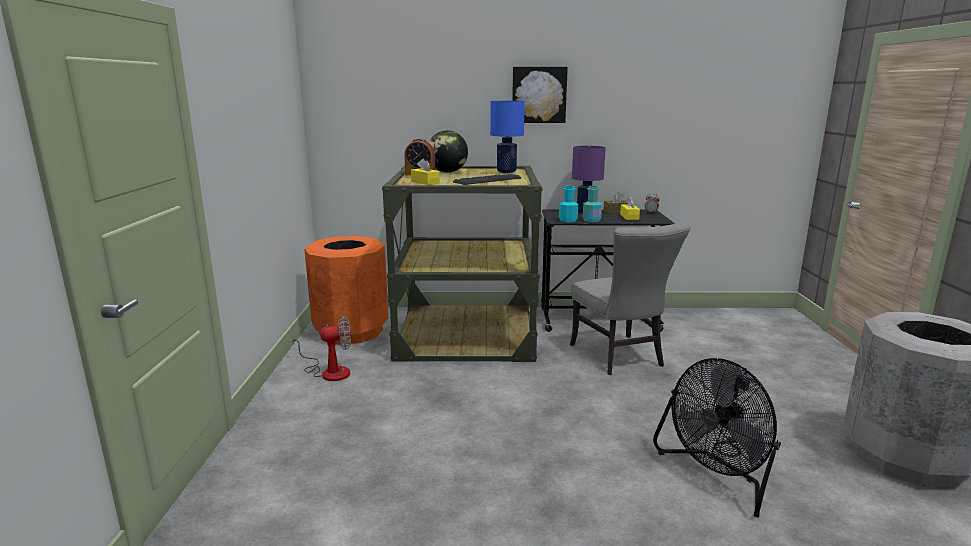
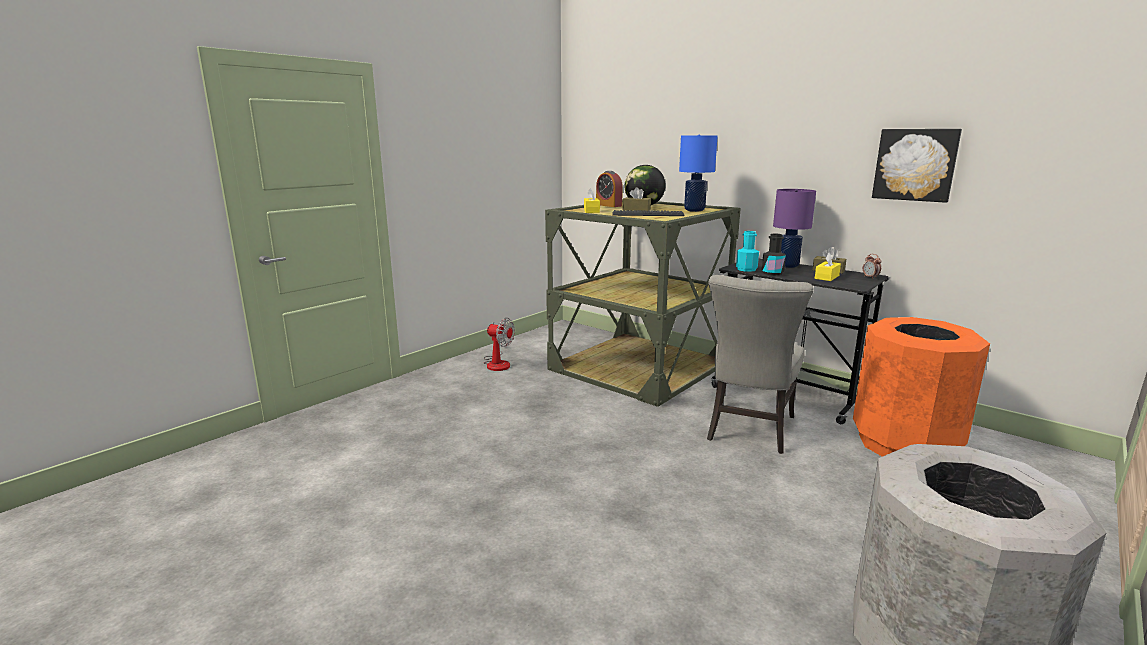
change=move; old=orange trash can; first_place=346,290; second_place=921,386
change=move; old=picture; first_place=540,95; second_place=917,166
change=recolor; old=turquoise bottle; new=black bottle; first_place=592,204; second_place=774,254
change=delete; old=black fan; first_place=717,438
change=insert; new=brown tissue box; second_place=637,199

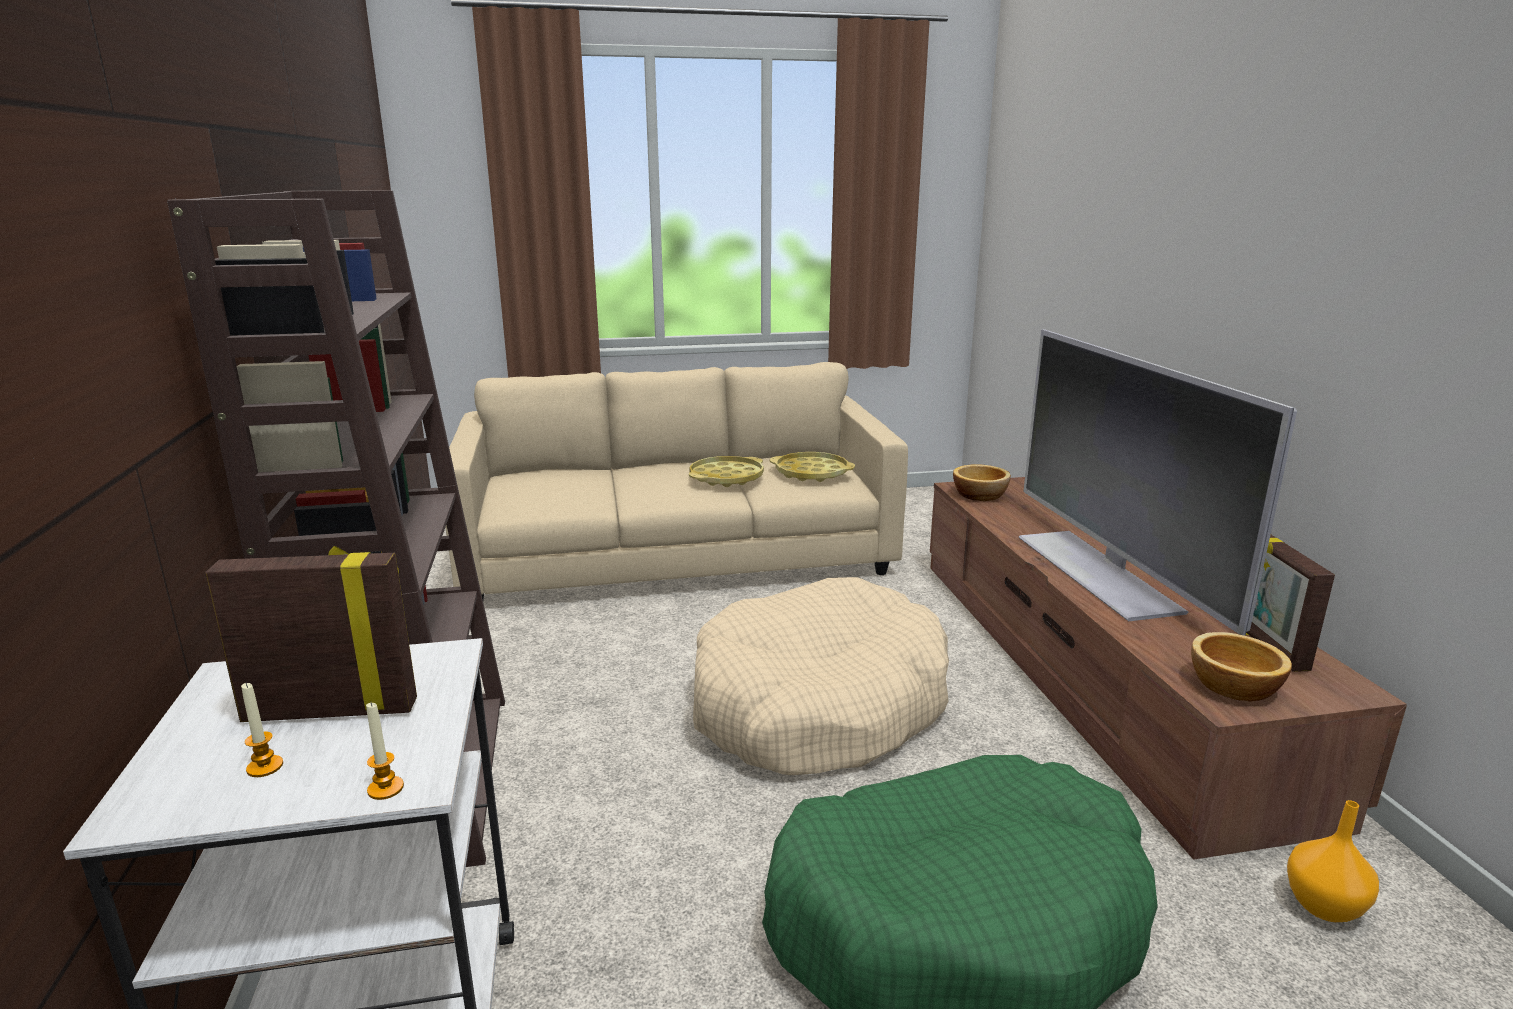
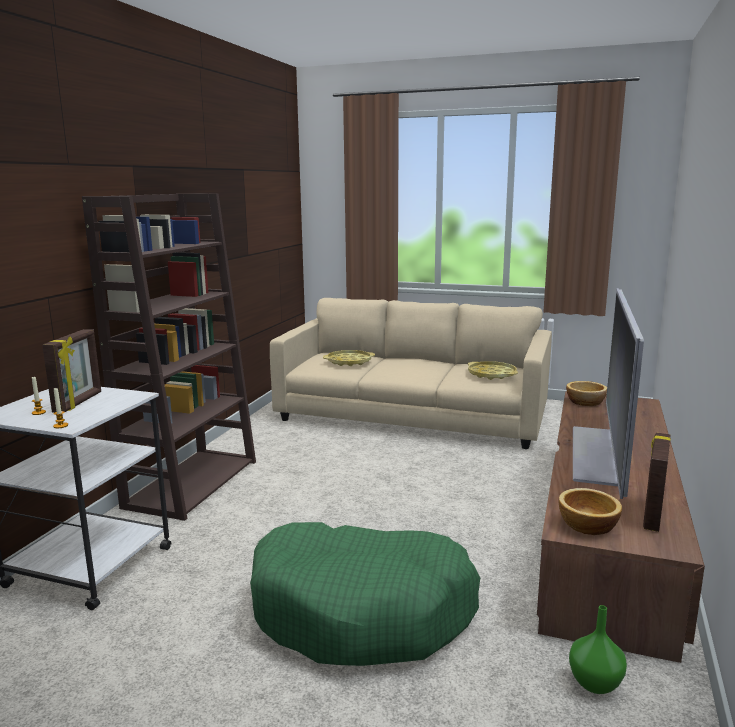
change=rotate; old=picture frame; first_place=311,634; second_place=71,371; degrees=75
change=move; old=yellow tray; first_place=726,471; second_place=349,358
change=delete; old=beige dog bed; first_place=821,676
change=recolor; old=orange vase; new=green vase; first_place=1333,861; second_place=598,649

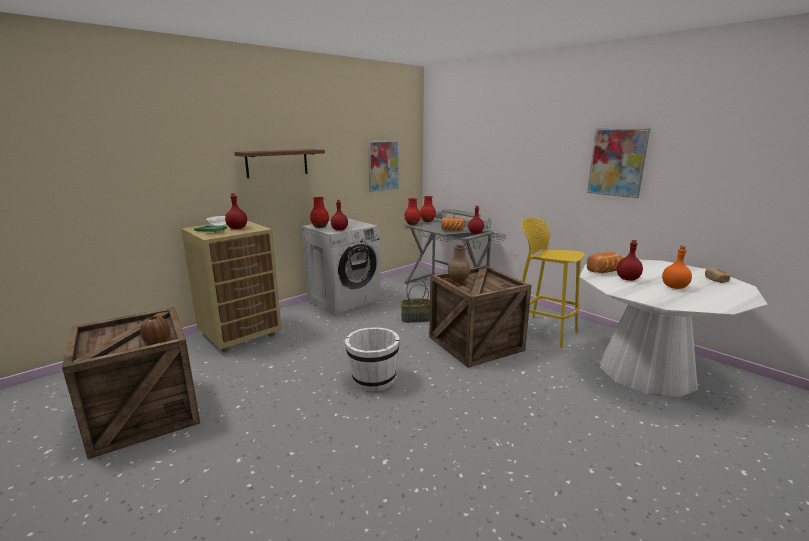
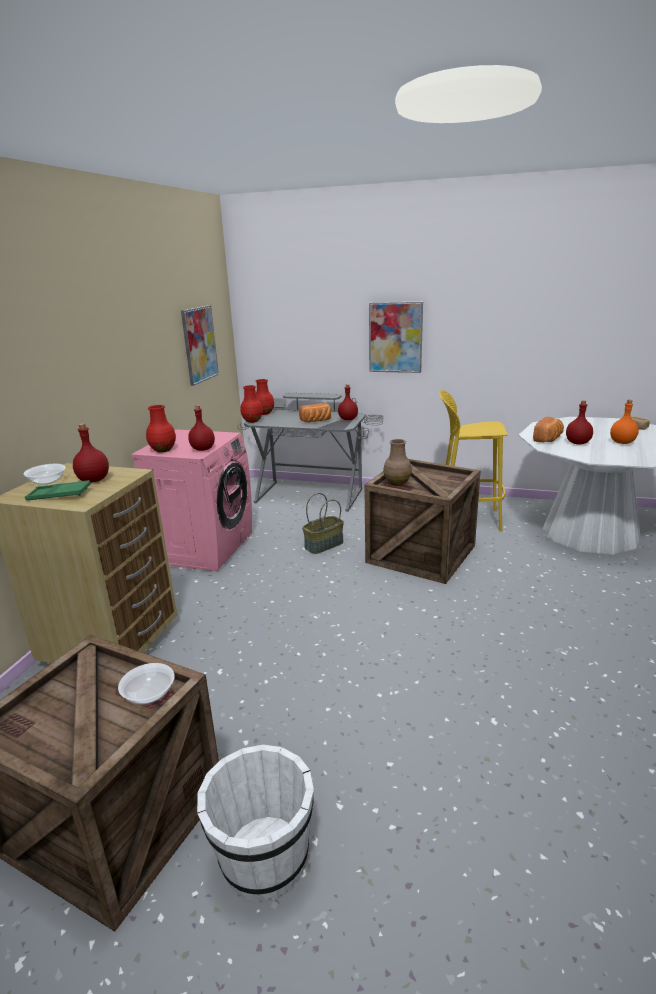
change=replace; old=brown vase; new=bowl; first_place=155,330; second_place=146,684
change=delete; old=brown shelf; first_place=280,163
change=recolor; old=white washing machine; new=pink washing machine; first_place=341,266; second_place=191,500
change=move; old=white bucket; first_place=372,359; second_place=255,822
change=move; old=picture; first_place=618,163; second_place=396,337

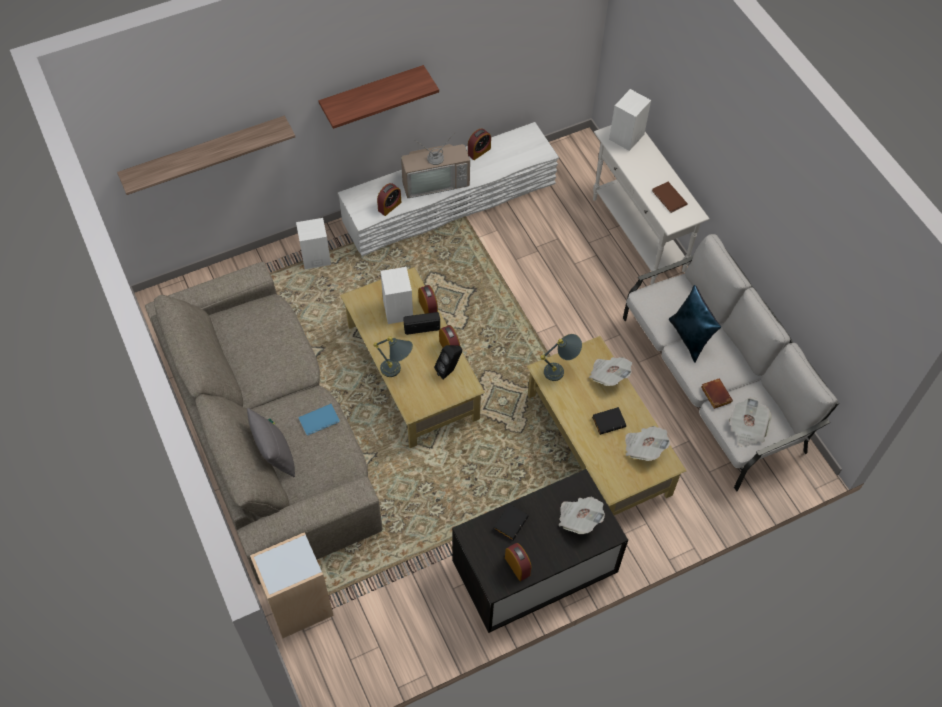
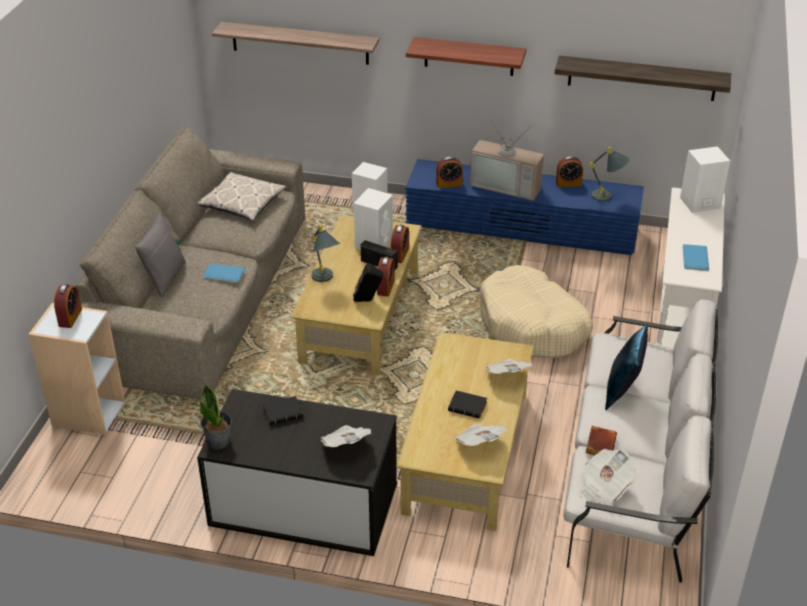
change=recolor; old=white tv stand; new=blue tv stand; first_place=448,189; second_place=524,207
change=move; old=alarm clock; first_place=518,562; second_place=68,306
change=move; old=grey table lamp; first_place=561,357; second_place=609,174
change=recolor; old=brown book; new=blue book; first_place=670,197; second_place=696,257
change=insert; new=pillow; second_place=242,196
change=insert; new=potted plant; second_place=216,417
change=insert; new=beige dog bed; second_place=536,311
change=insert; new=shelf; second_place=643,78

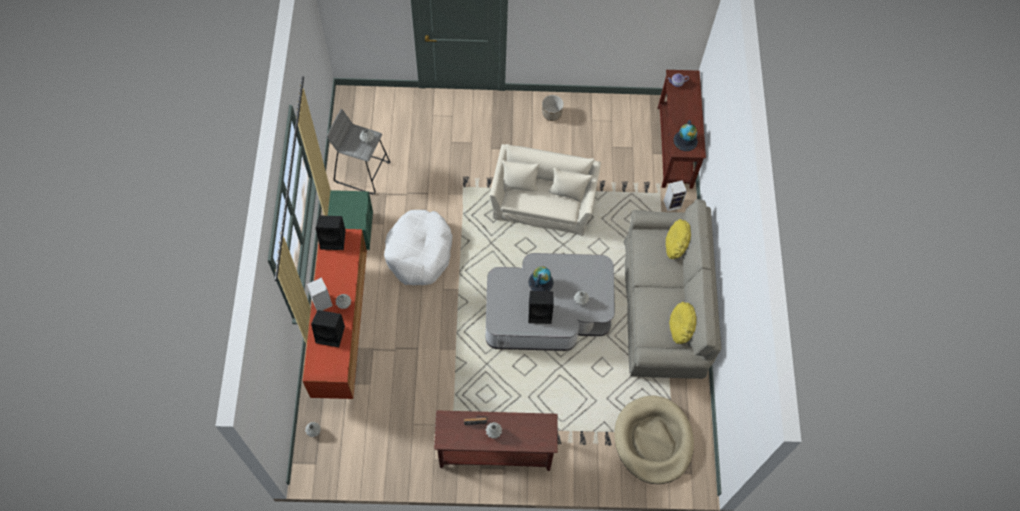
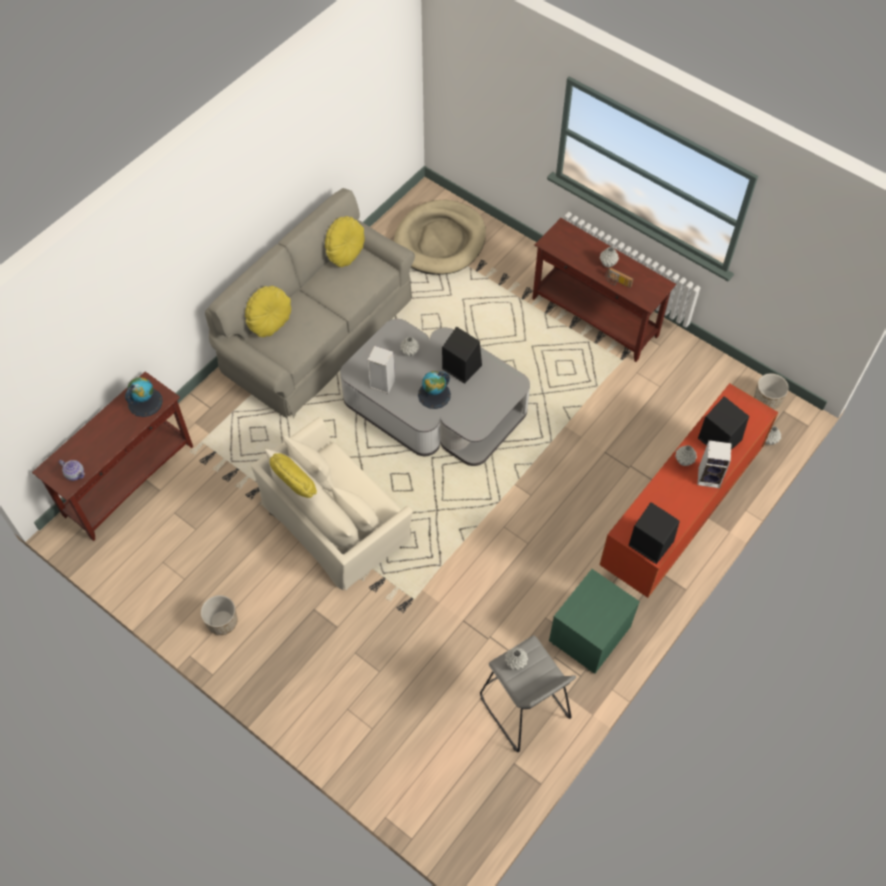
change=delete; old=white dog bed; first_place=418,247
change=move; old=speaker; first_place=675,195; second_place=381,370
change=insert; new=yellow pillow; second_place=293,475
change=insert; new=planter; second_place=771,391

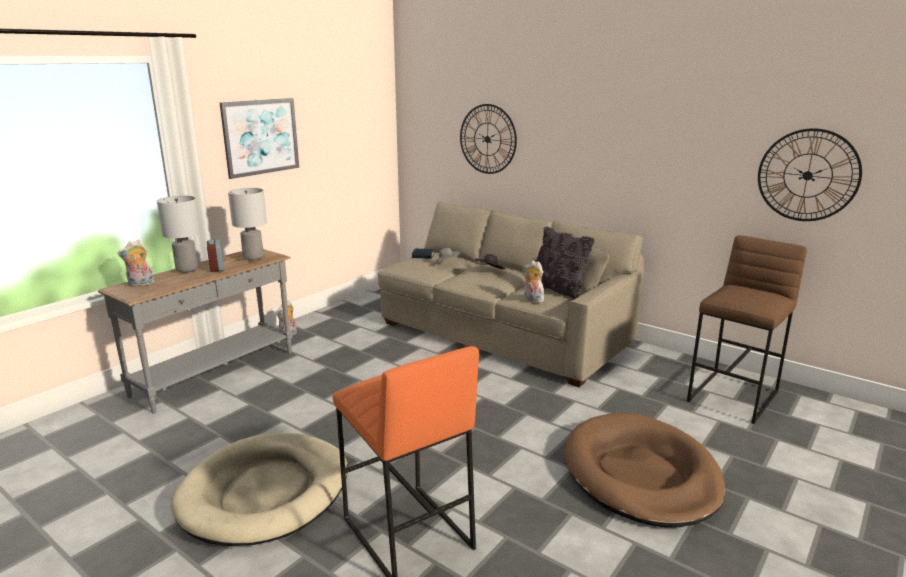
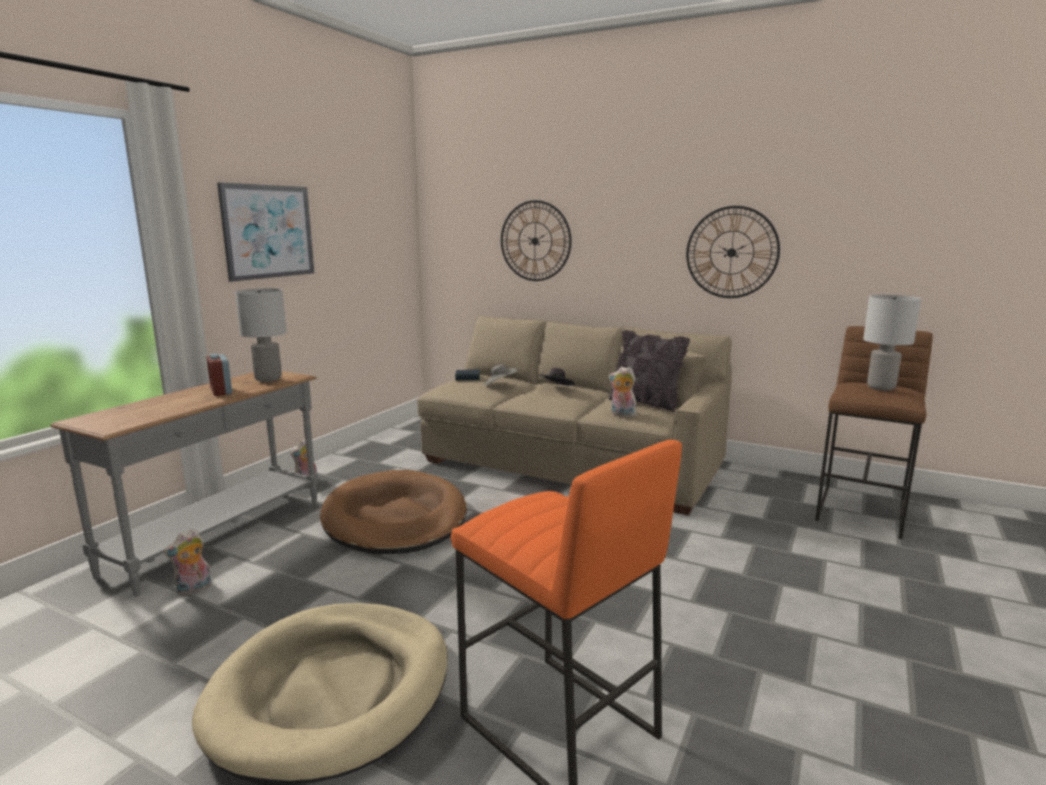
change=move; old=plush toy; first_place=136,263; second_place=187,562
change=move; old=grey table lamp; first_place=178,234; second_place=892,343
change=move; old=brown dog bed; first_place=644,470; second_place=393,512
change=move; old=wall clock; first_place=810,174; second_place=733,252

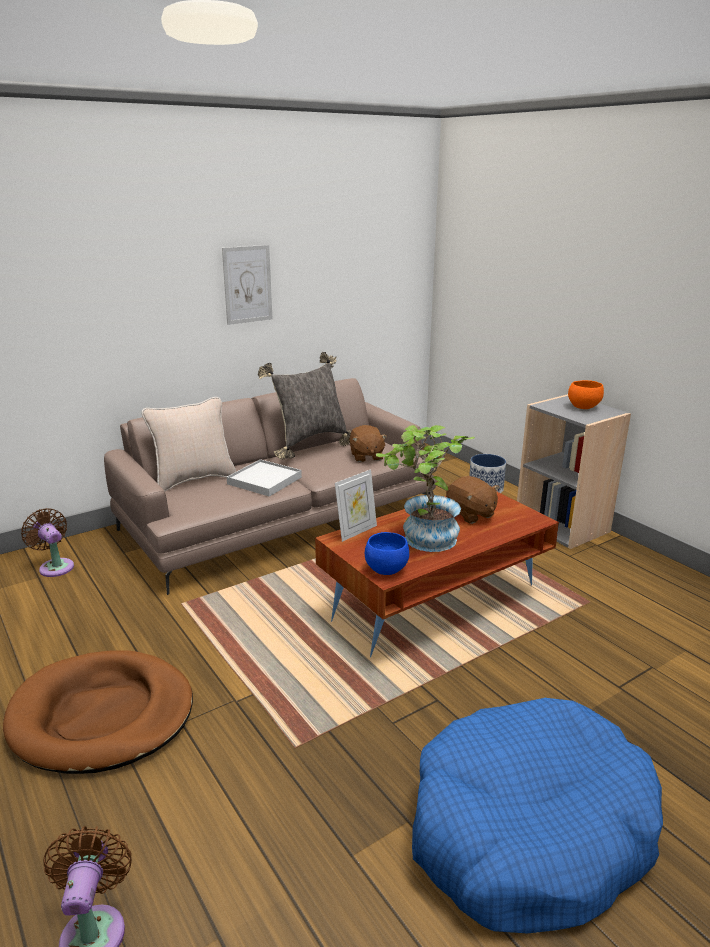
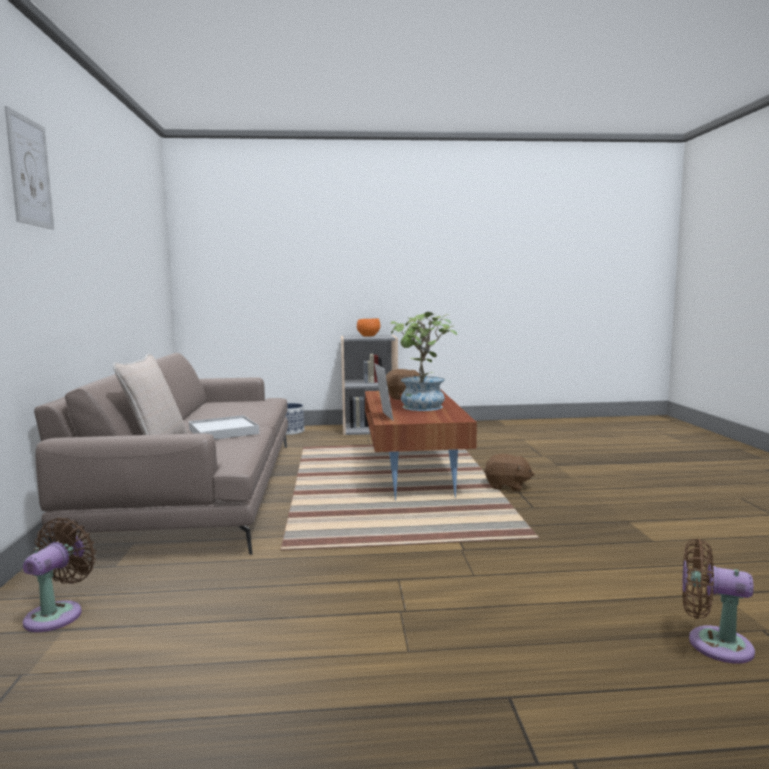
change=delete; old=brown dog bed; first_place=98,712
change=rotate; old=brown fan; first_place=47,542; second_place=59,575; degrees=120
change=move; old=picture; first_place=247,285; second_place=29,168
change=delete; old=pillow; first_place=304,406
change=move; old=brown plush toy; first_place=368,443; second_place=509,472
change=delete; old=blue bowl; first_place=387,553
change=delete; old=blue dog bed; first_place=537,815

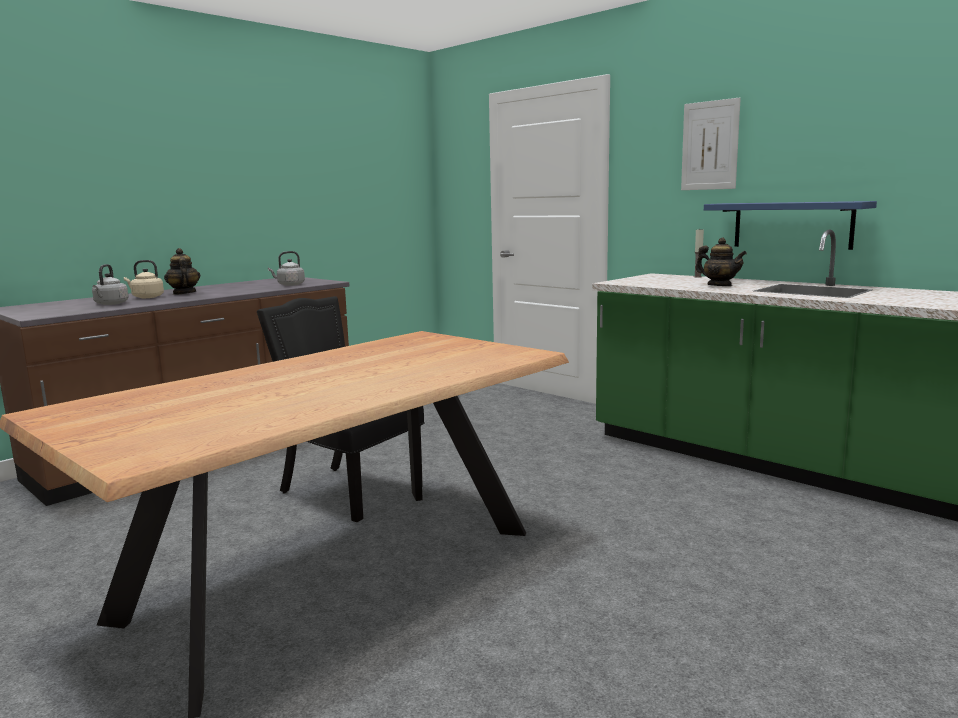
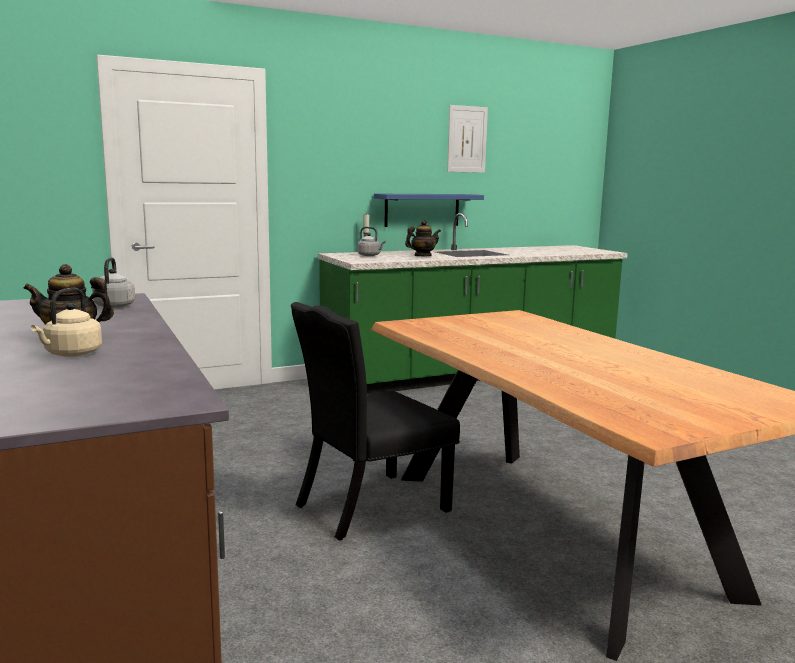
change=move; old=grey kettle; first_place=110,284; second_place=371,241
change=move; old=picture; first_place=711,144; second_place=467,139

